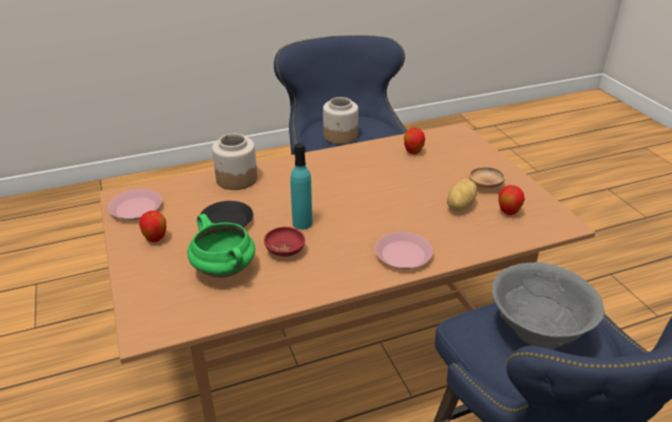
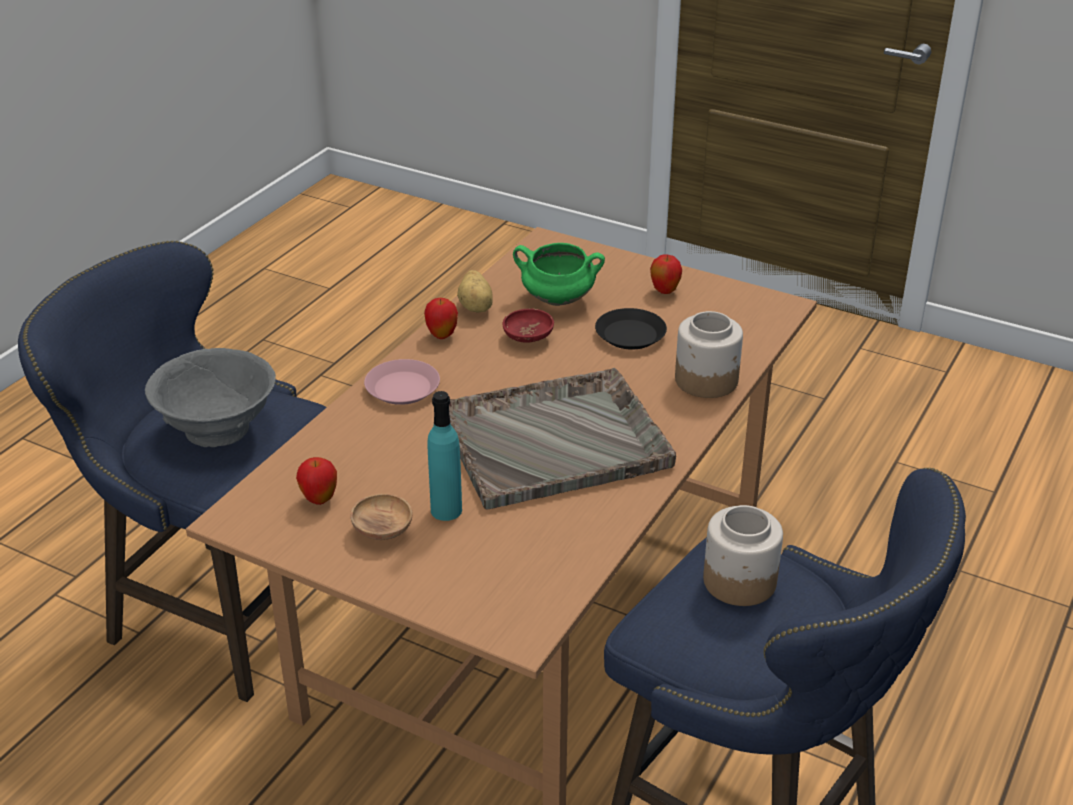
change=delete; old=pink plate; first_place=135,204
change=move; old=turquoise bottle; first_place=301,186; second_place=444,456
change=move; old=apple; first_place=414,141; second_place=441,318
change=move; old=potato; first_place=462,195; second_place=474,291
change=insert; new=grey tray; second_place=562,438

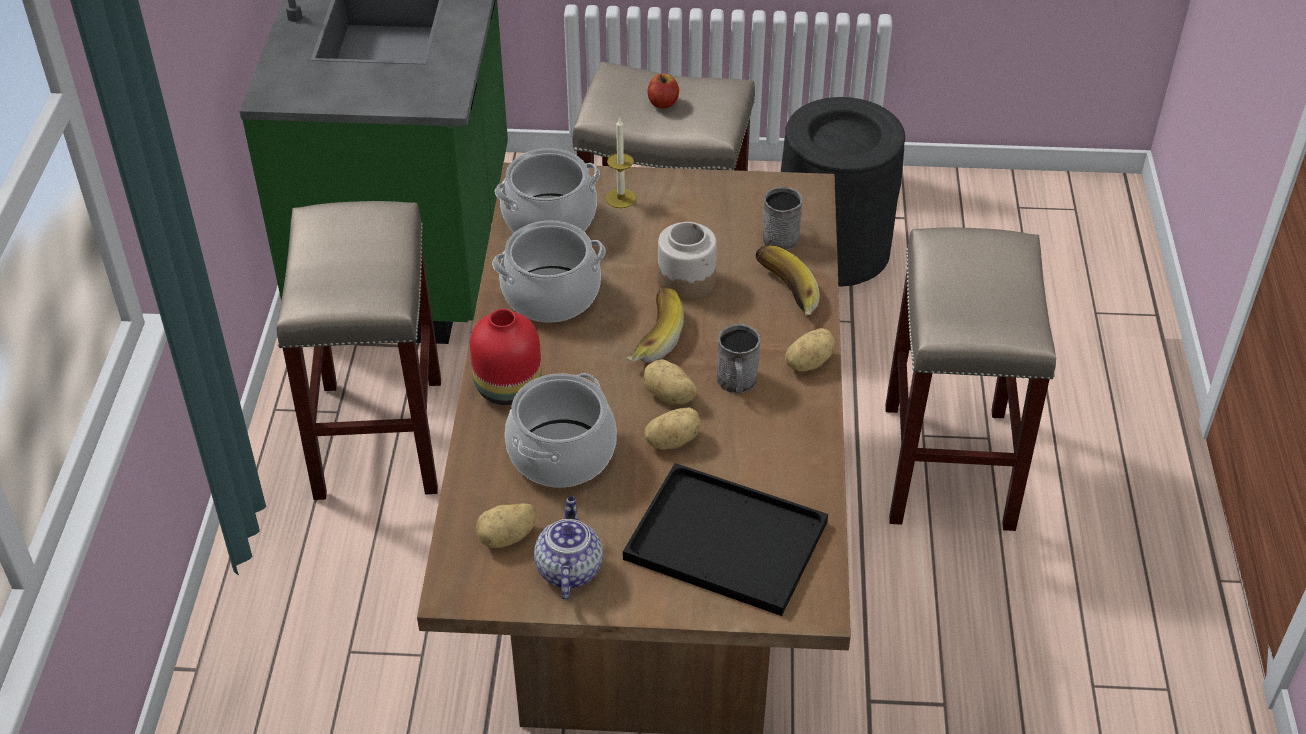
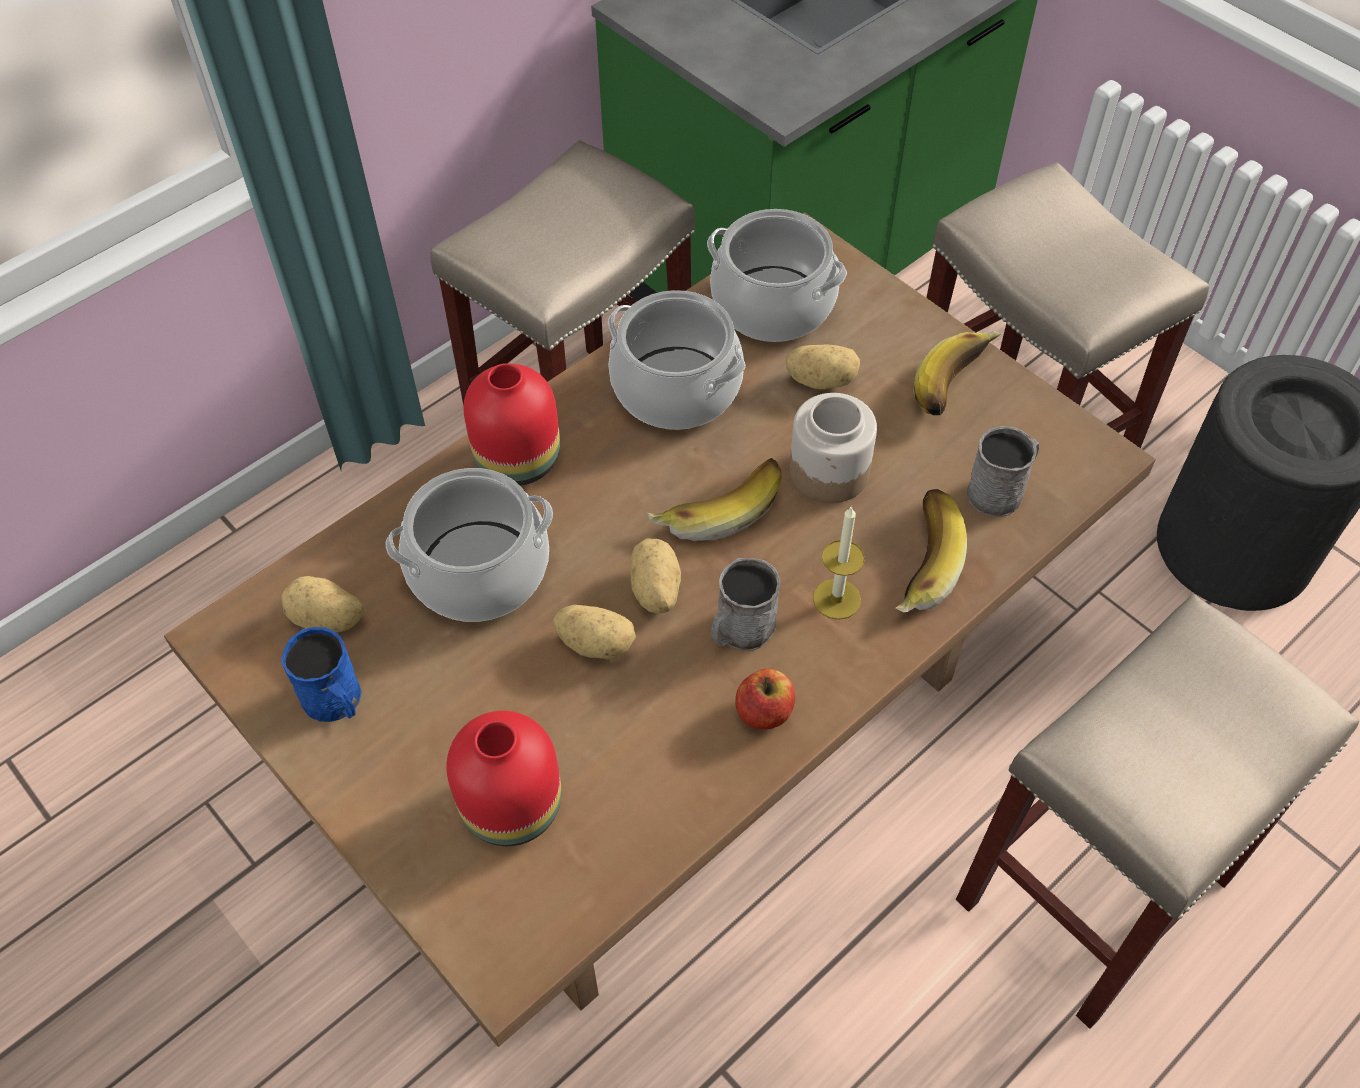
change=replace; old=teapot; new=blue mug; first_place=568,548; second_place=321,674
change=move; old=candle; first_place=621,162; second_place=839,563
change=replace; old=black tray; new=red vase; first_place=725,539; second_place=503,778
change=move; old=apple; first_place=663,91; second_place=765,699
change=move; old=potato; first_place=810,349; second_place=823,367
change=insert; new=banana; second_place=957,373

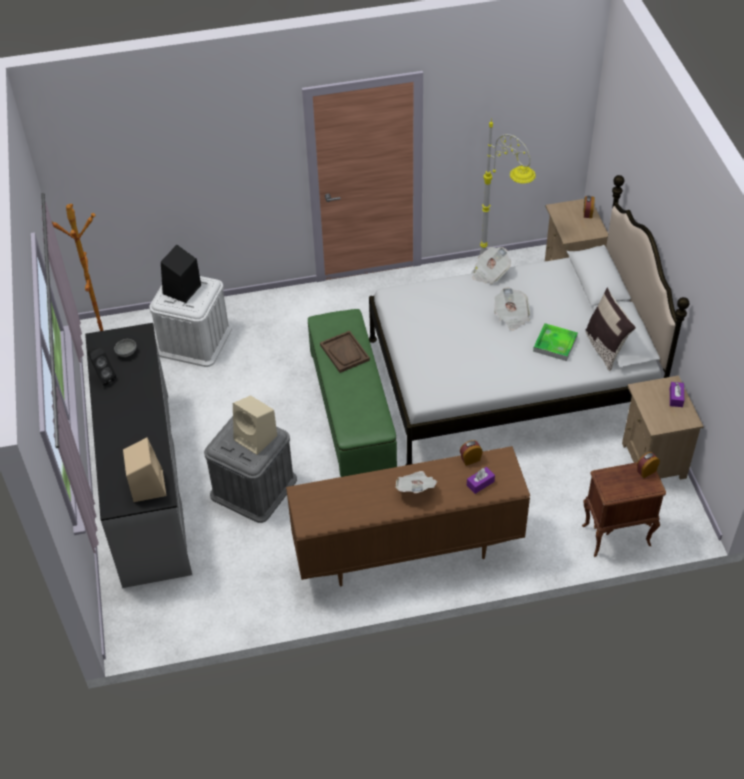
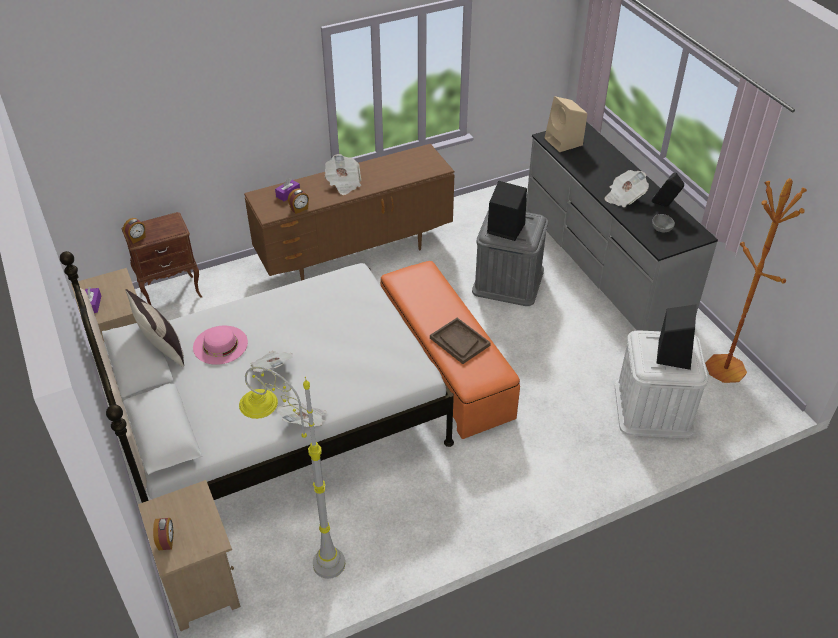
change=recolor; old=beige speaker; new=black speaker; first_place=255,425; second_place=507,211
change=recolor; old=green bench; new=orange bench; first_place=352,393; second_place=450,350
change=replace; old=tray; new=pink hat; first_place=555,342; second_place=220,345
change=insert; new=newspaper; second_place=626,189

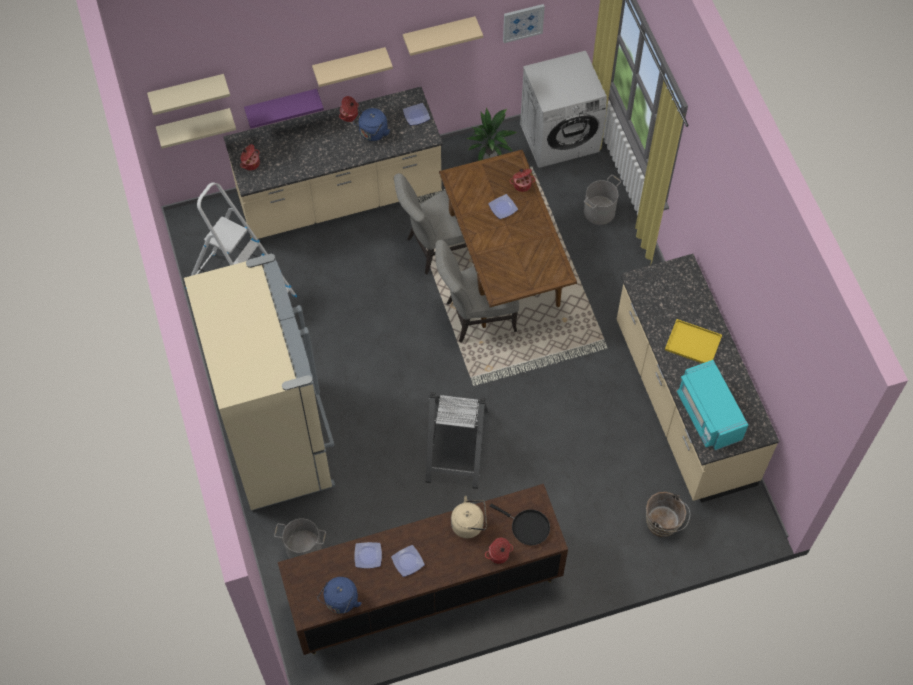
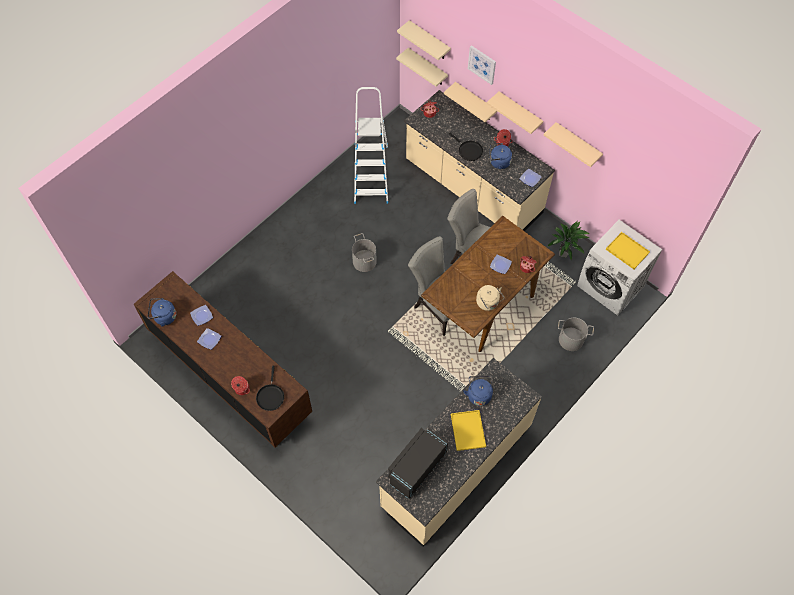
change=delete; old=beige fridge; first_place=259,382
change=recolor; old=purple shelf; new=beige shelf; first_place=284,108; second_place=470,102
change=move; old=grey bucket; first_place=300,538; second_place=364,252
change=delete; old=grey step ladder; first_place=457,440
change=move; old=beige kettle; first_place=469,517; second_place=490,298
change=move; old=picture; first_place=524,23; second_place=482,65
change=delete; old=brown bucket; first_place=668,514
change=recolor; old=turquoise microwave; new=black microwave; first_place=712,405; second_place=418,463
change=insert; new=black frying pan; second_place=466,147
change=insert; new=blue kettle; second_place=478,391
change=insert; new=yellow tray; second_place=628,250

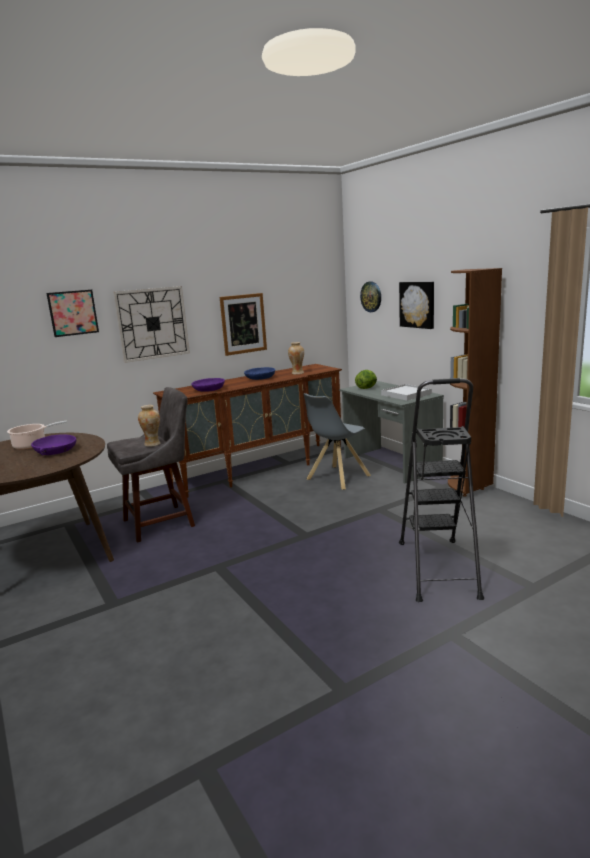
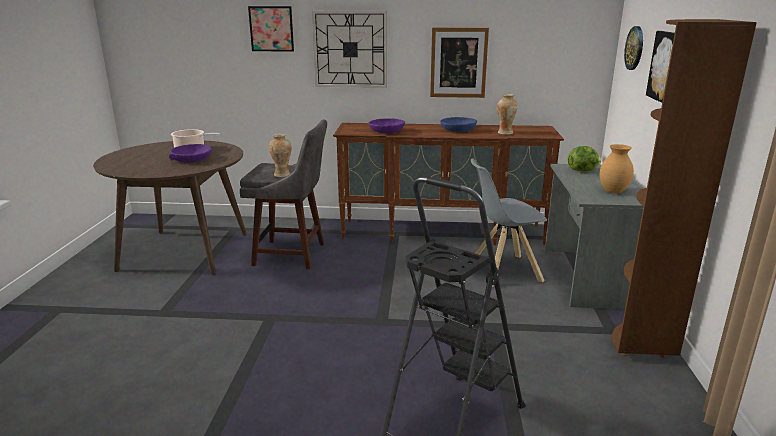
change=replace; old=white tray; new=brown vase; first_place=406,392; second_place=617,169

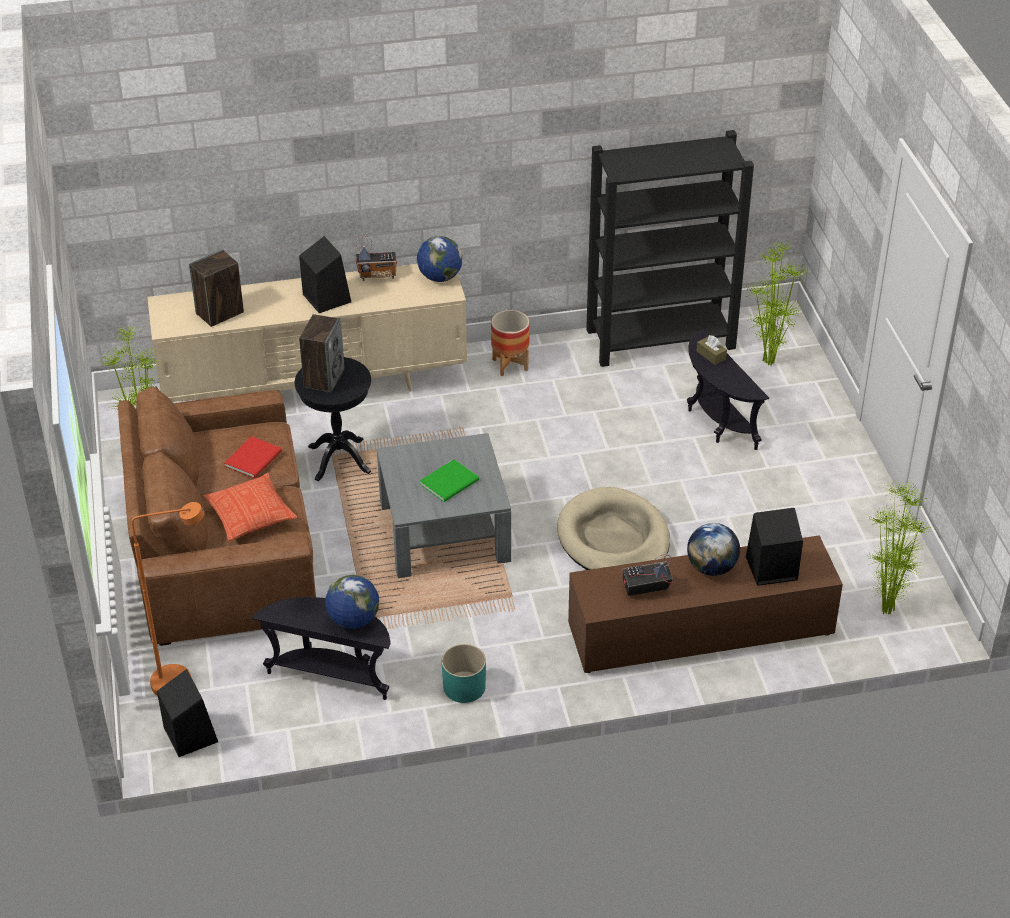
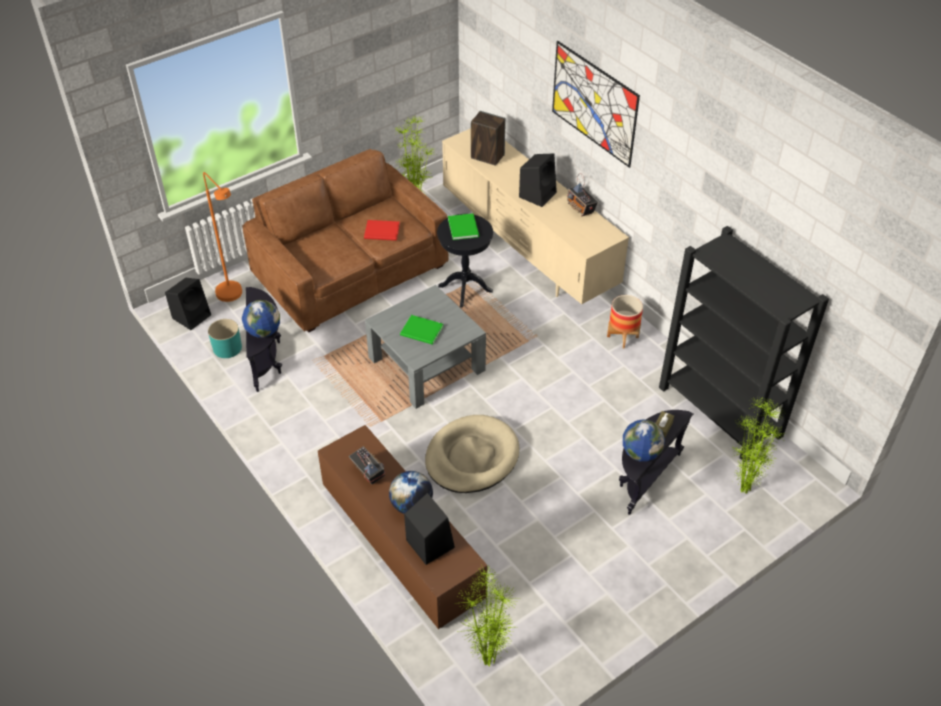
change=delete; old=orange pillow; first_place=250,507
change=replace; old=speaker; new=green book; first_place=321,353; second_place=463,226
change=move; old=globe; first_place=439,259; second_place=644,440
change=move; old=turquoise planter; first_place=464,673; second_place=225,338
change=insert; new=picture; second_place=596,104

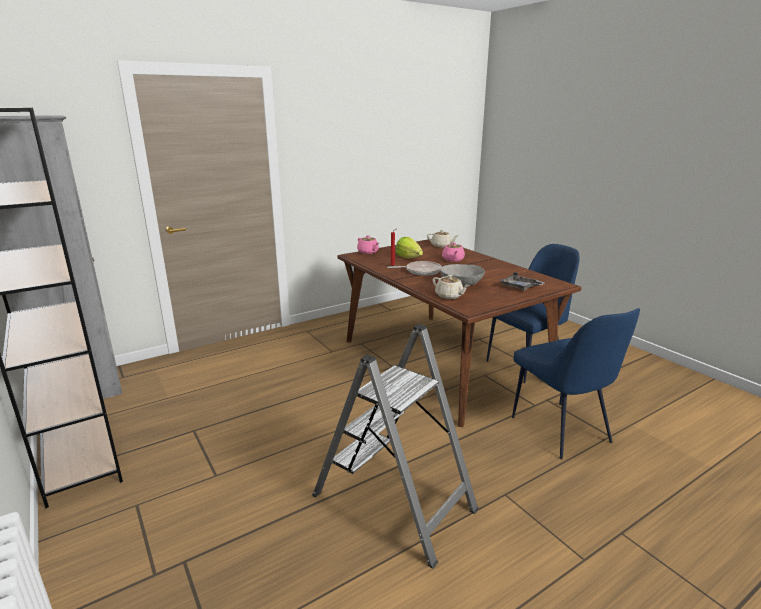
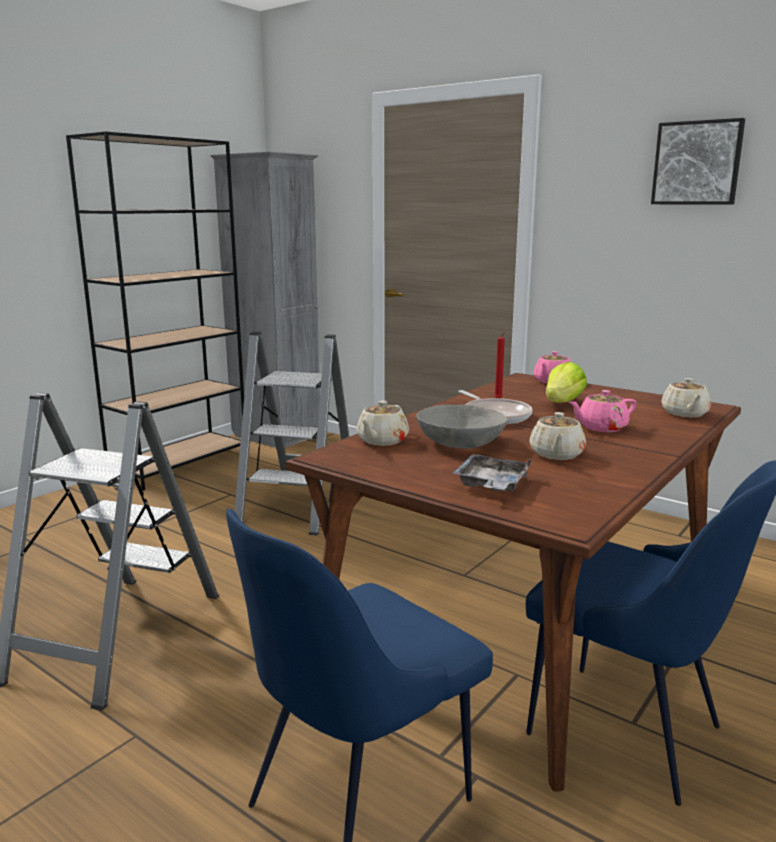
change=insert; new=grey step ladder; second_place=292,433
change=insert; new=beige teapot; second_place=557,436
change=insert; new=picture; second_place=698,161

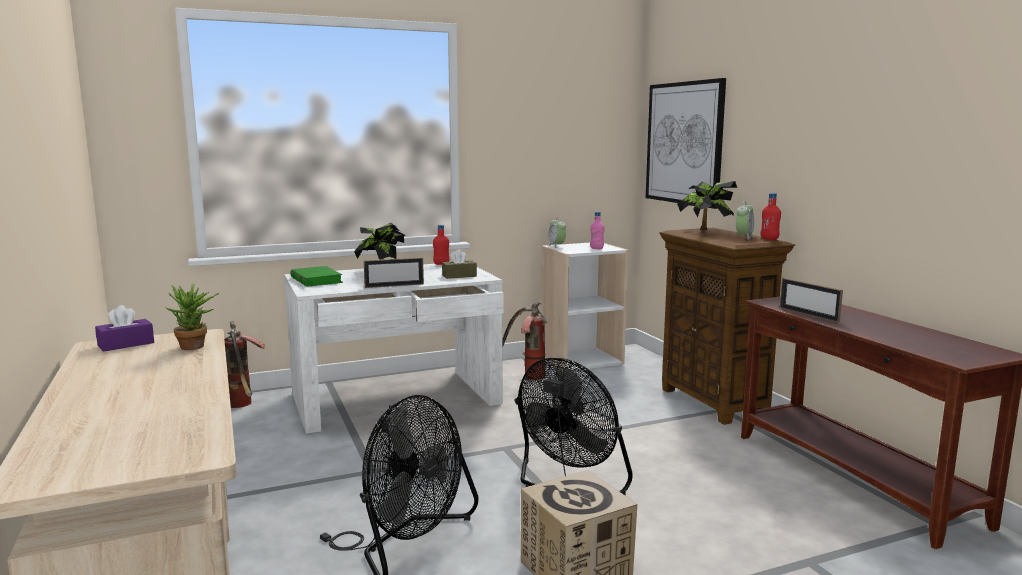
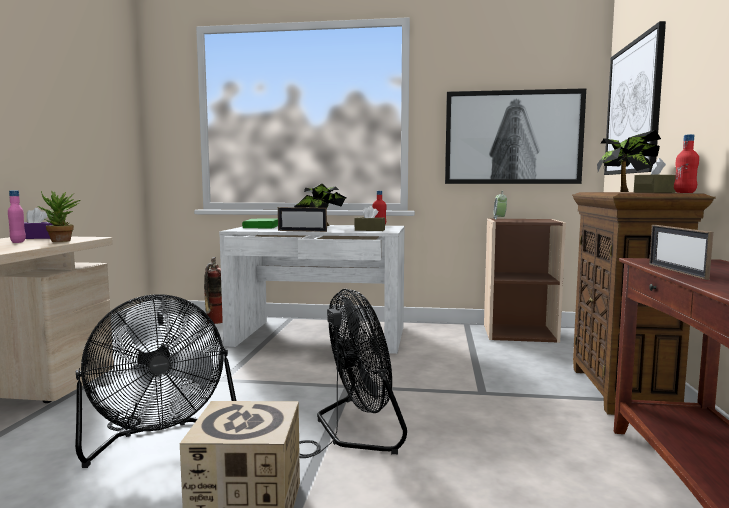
change=delete; old=fire extinguisher; first_place=525,341
change=recolor; old=white bookcase; new=brown bookcase; first_place=584,307; second_place=525,281
change=move; old=pink bottle; first_place=597,230; second_place=17,216
change=replace; old=alarm clock; new=brown tissue box; first_place=745,220; second_place=655,175
change=insert; new=picture; second_place=515,136

